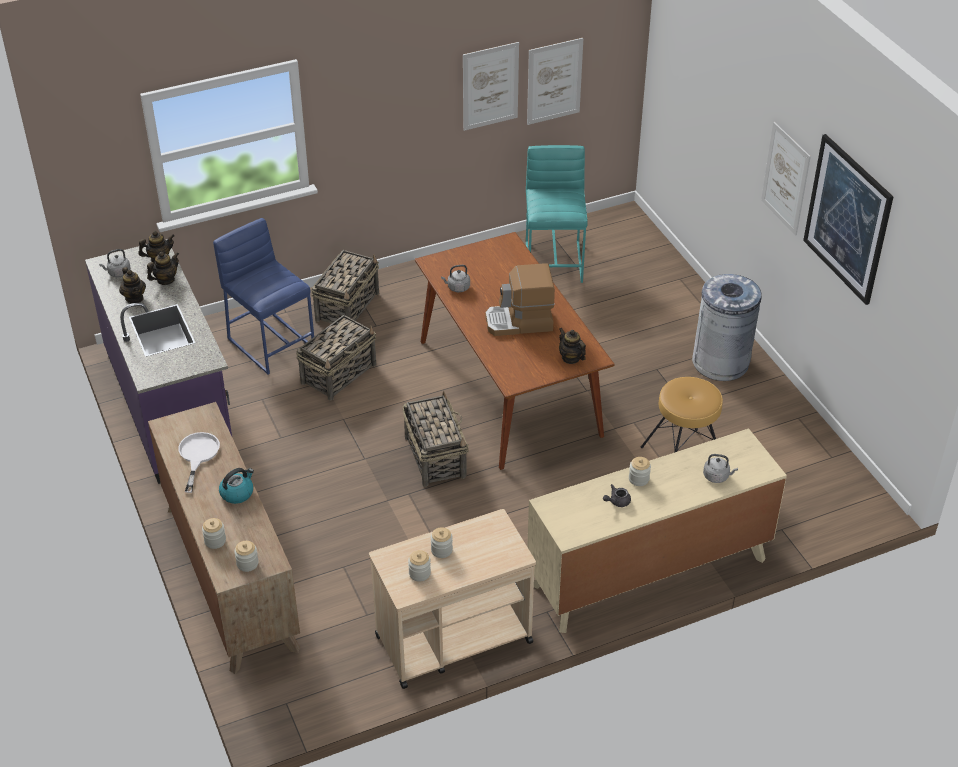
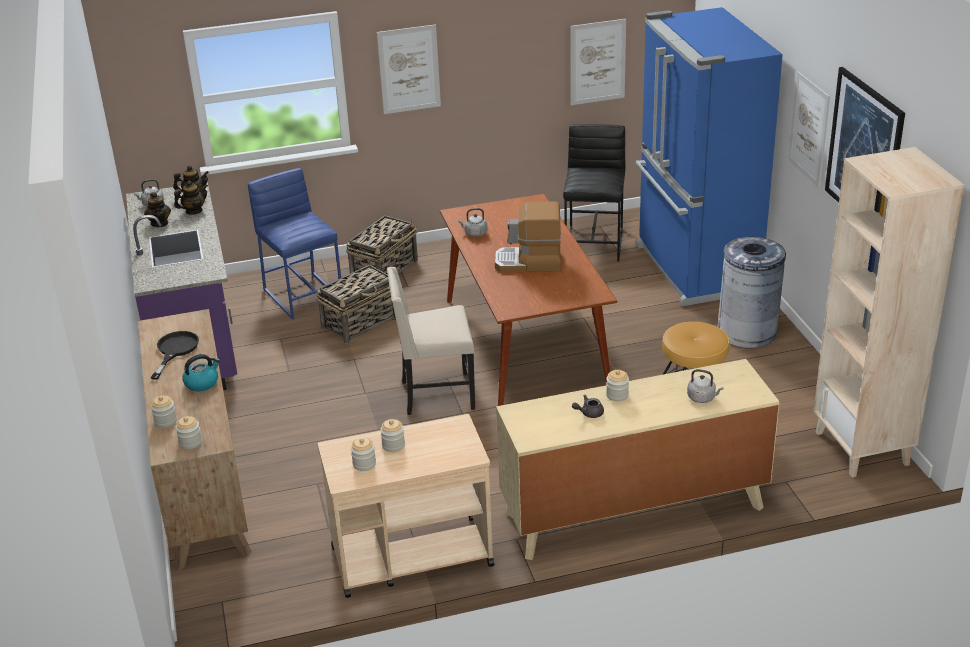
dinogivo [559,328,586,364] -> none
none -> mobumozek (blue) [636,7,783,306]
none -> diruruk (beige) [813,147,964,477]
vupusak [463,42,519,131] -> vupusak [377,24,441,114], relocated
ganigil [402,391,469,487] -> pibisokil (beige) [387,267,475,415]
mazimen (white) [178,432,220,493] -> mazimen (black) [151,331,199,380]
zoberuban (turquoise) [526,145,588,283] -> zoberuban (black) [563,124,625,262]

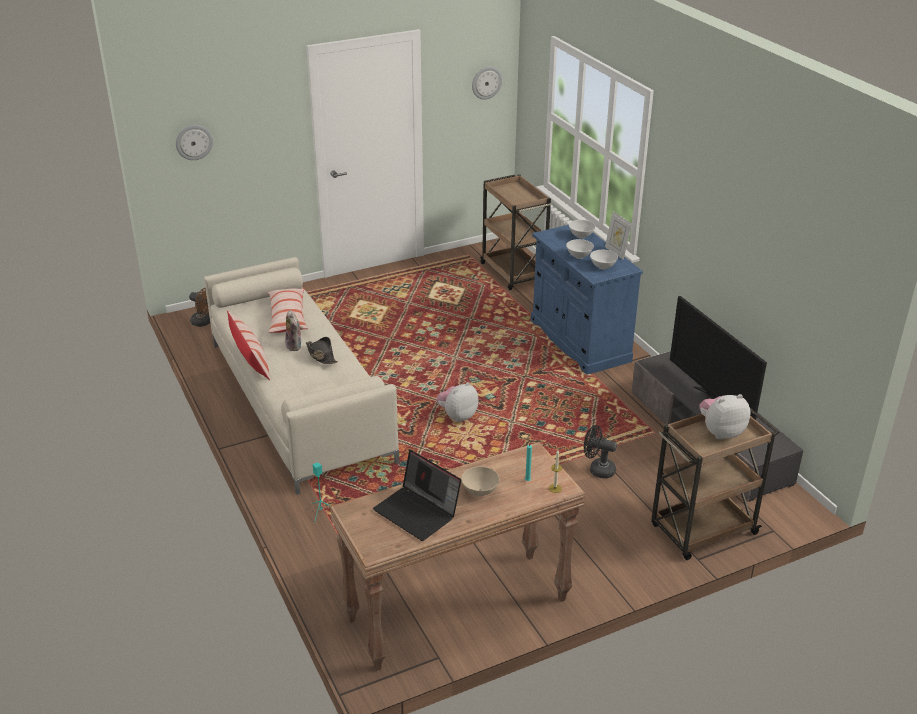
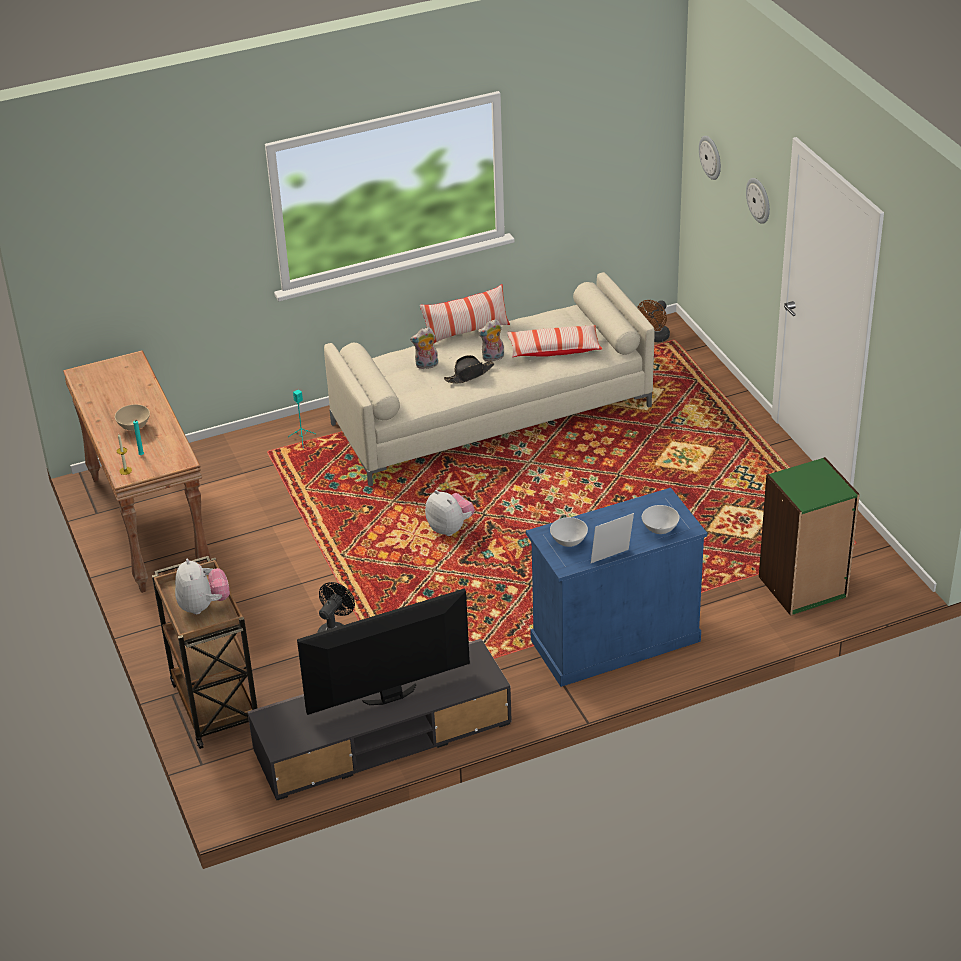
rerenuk [373,450,461,541] -> none
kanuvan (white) [566,239,594,259] -> none
none -> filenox [410,327,438,369]
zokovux [472,66,502,100] -> zokovux [746,178,770,224], relocated
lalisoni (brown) [480,174,551,290] -> diruruk (green) [759,457,860,616]

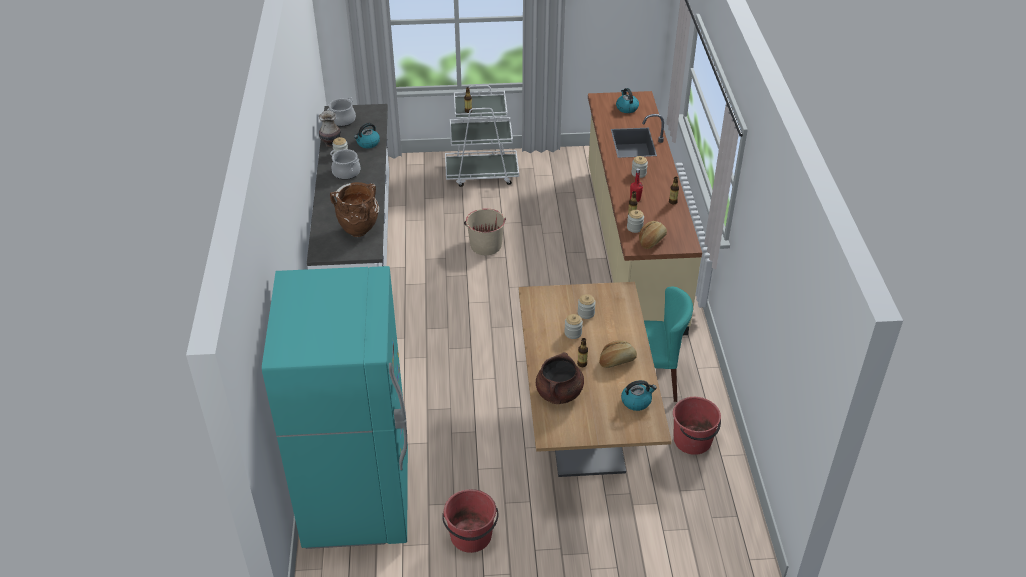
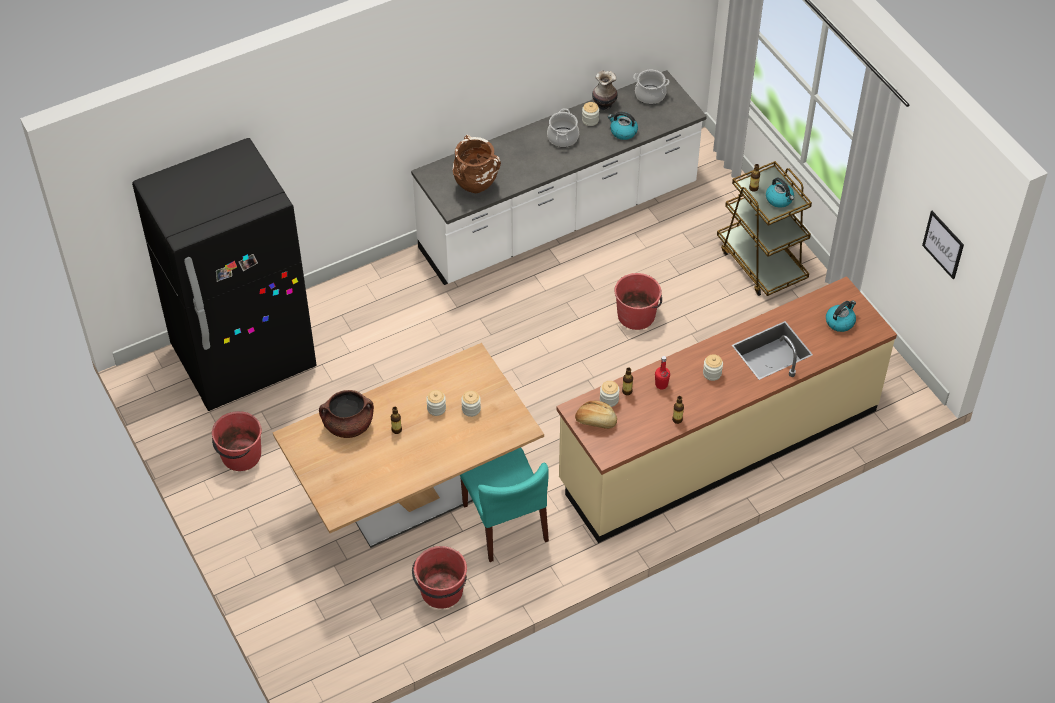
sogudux [599,340,637,368] -> none
none -> vupusak [922,211,964,279]
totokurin [621,380,657,411] -> totokurin [766,178,794,208], relocated
mobumozek (turquoise) [262,266,408,549] -> mobumozek (black) [132,138,317,411]
lalisoni (white) [445,85,519,187] -> lalisoni (brown) [717,161,812,296]
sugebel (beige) [464,208,506,255] -> sugebel (red) [614,273,662,330]

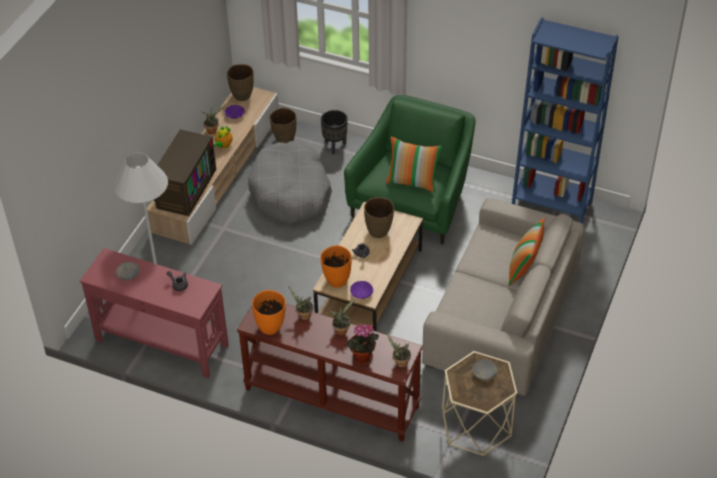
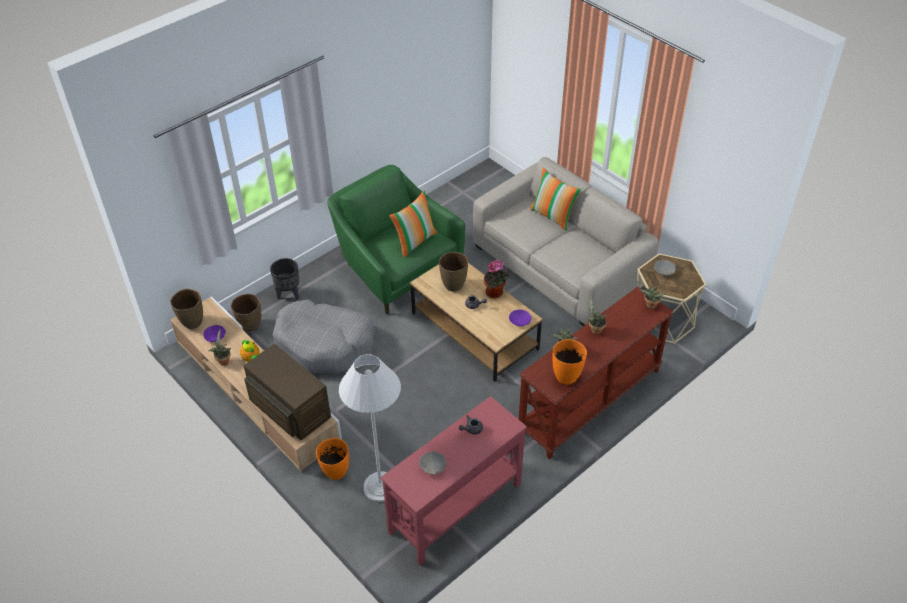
diruruk (blue) [512,17,619,224] -> none
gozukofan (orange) [320,245,352,288] -> gozukofan (orange) [316,438,349,480], relocated
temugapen [345,324,379,365] -> temugapen [484,259,509,298], relocated

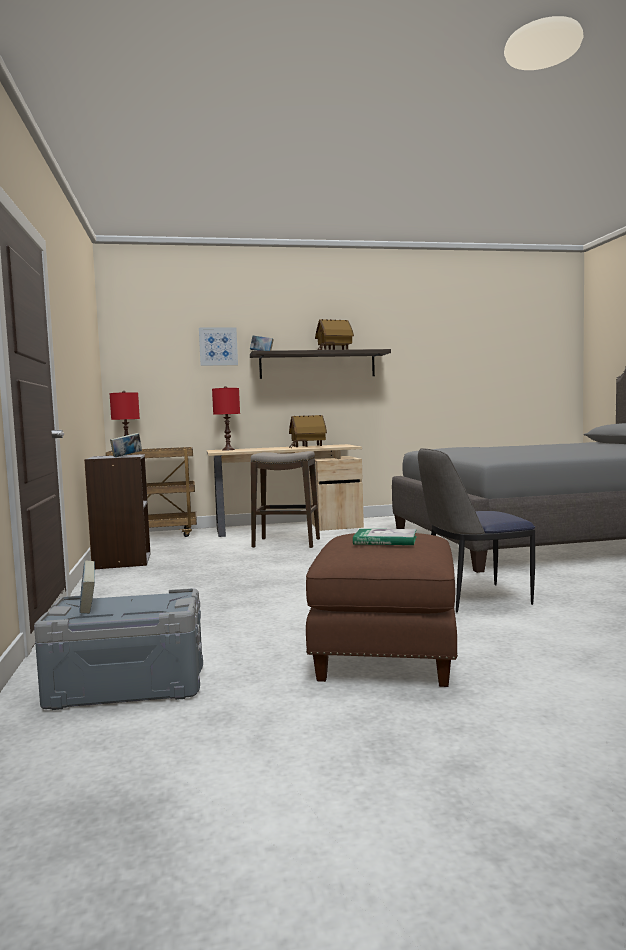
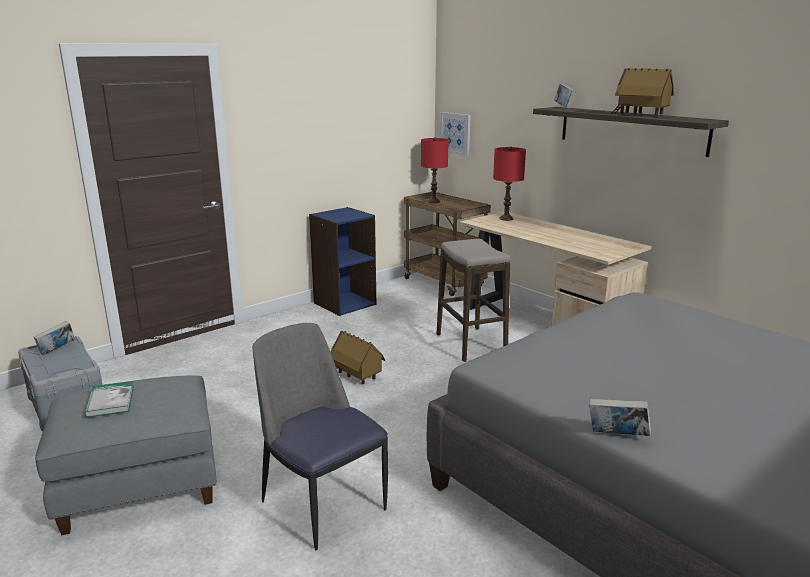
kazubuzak [110,433,142,457] -> kazubuzak [589,399,651,436], relocated
vupusak [199,327,238,366] -> vupusak [440,112,471,156], relocated
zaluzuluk [289,415,327,448] -> zaluzuluk [331,330,385,384], relocated
diruruk (grey) [84,454,151,569] -> diruruk (blue) [309,207,376,316]
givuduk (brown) [306,533,458,687] -> givuduk (grey) [35,376,217,535]

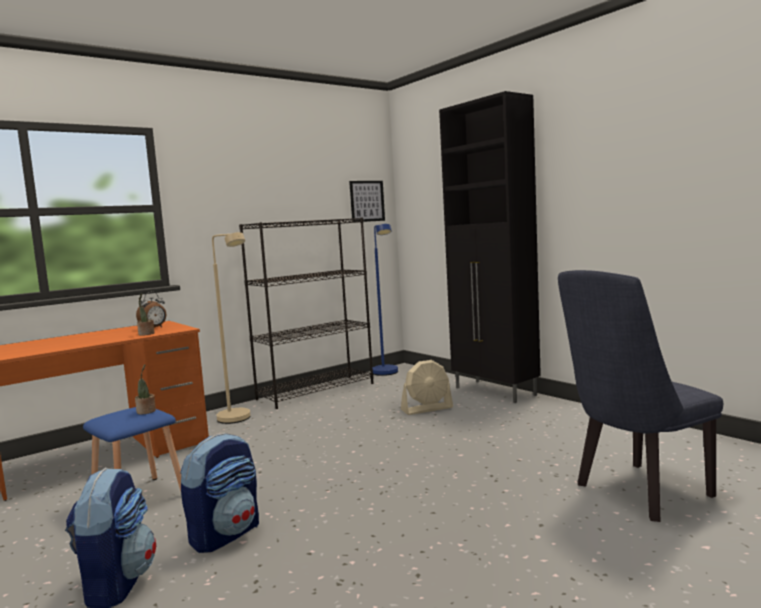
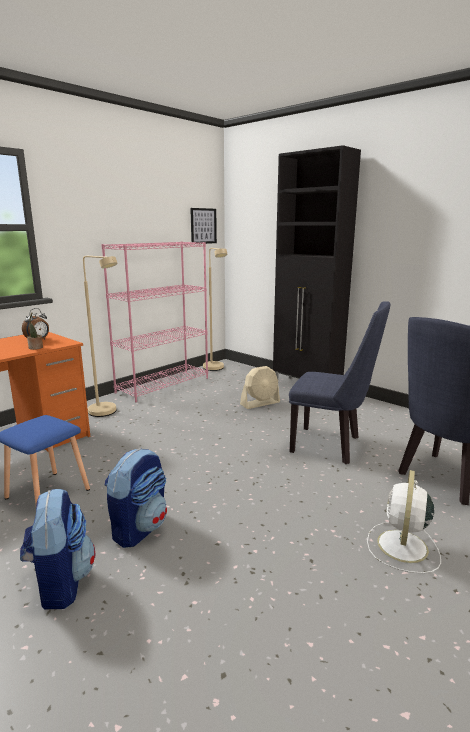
temugapen [135,364,156,414] -> none
none -> pibisokil (blue) [289,301,390,464]
none -> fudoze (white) [367,470,441,573]
diruruk (black) [239,217,374,409] -> diruruk (pink) [101,241,208,402]
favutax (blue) [373,224,398,376] -> favutax (beige) [203,248,227,371]

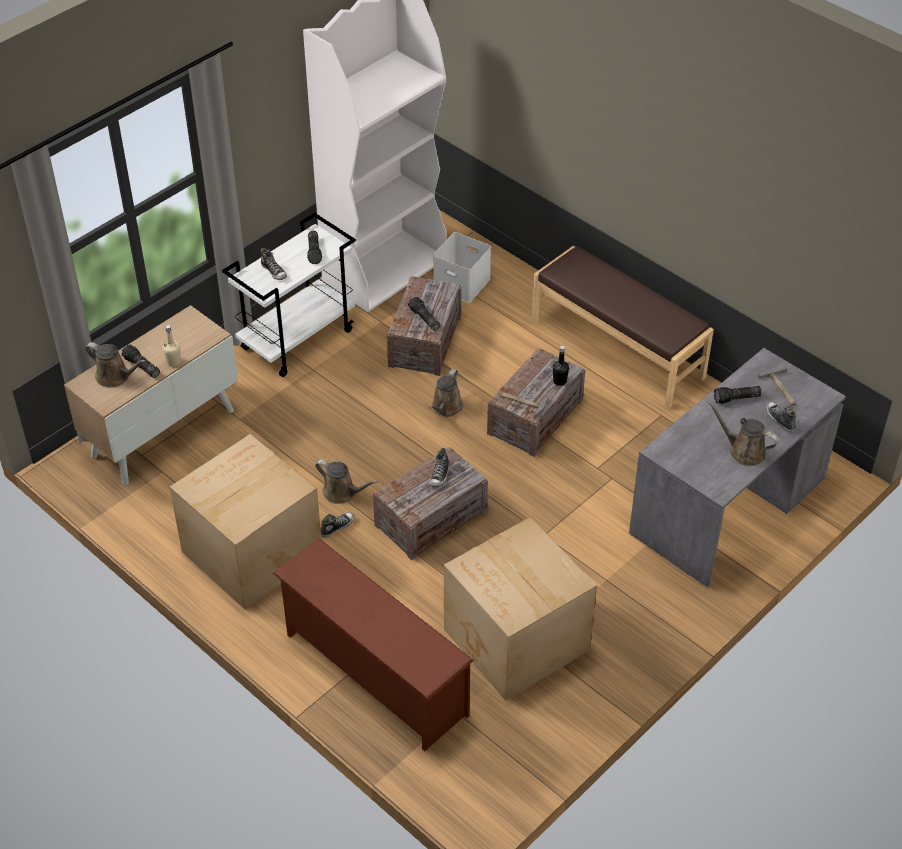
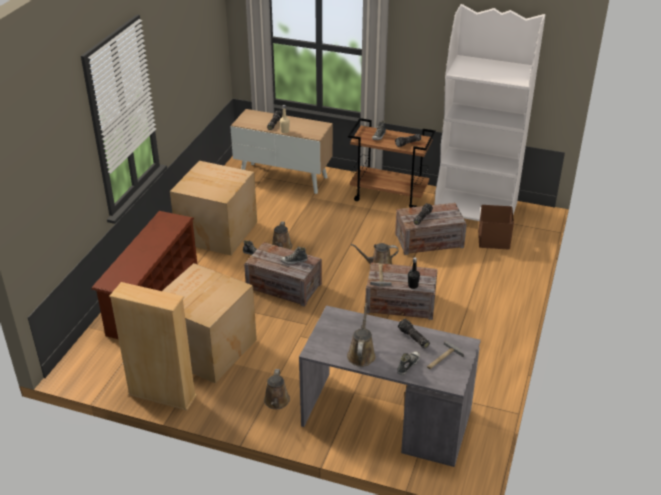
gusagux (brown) [531,246,714,409] -> none
none -> diruruk (beige) [109,282,197,410]
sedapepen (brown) [85,342,146,388] -> sedapepen (brown) [264,369,290,409], relocated
lalisoni (white) [222,213,356,377] -> lalisoni (brown) [348,118,436,208]
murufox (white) [433,232,491,303] -> murufox (brown) [478,205,514,249]

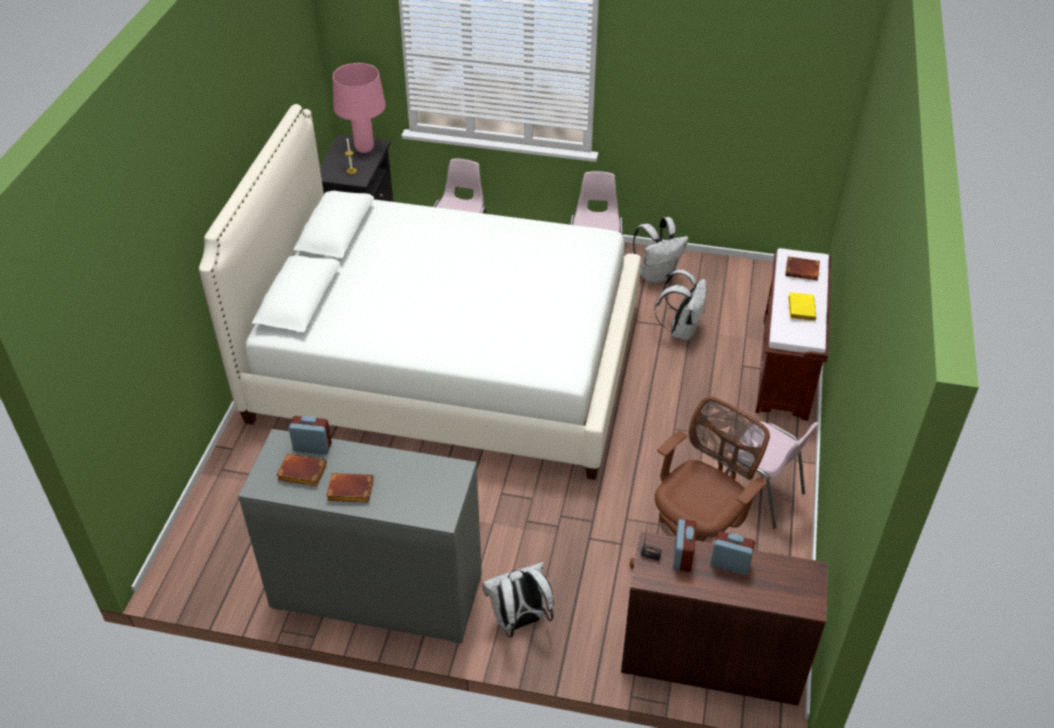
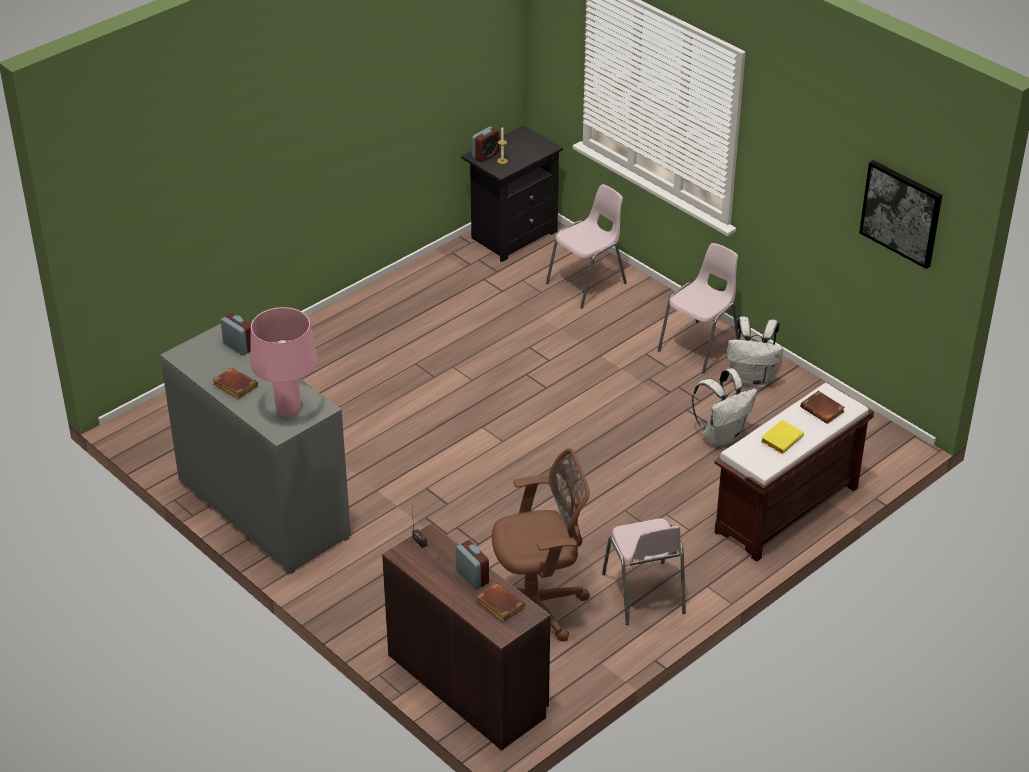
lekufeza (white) [199,104,641,480] -> none
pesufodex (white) [482,562,554,637] -> none
none -> vupusak [859,160,942,269]
kazubuzak (brown) [276,454,327,486] -> kazubuzak (brown) [476,583,526,622], relocated
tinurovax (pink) [333,63,386,153] -> tinurovax (pink) [250,307,318,417], relocated
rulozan [673,519,696,572] -> rulozan [472,127,499,162], relocated

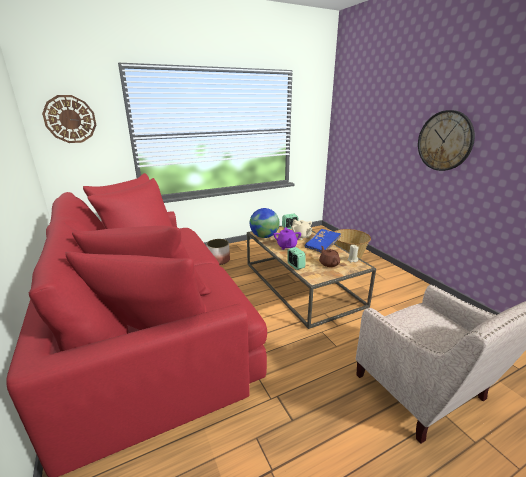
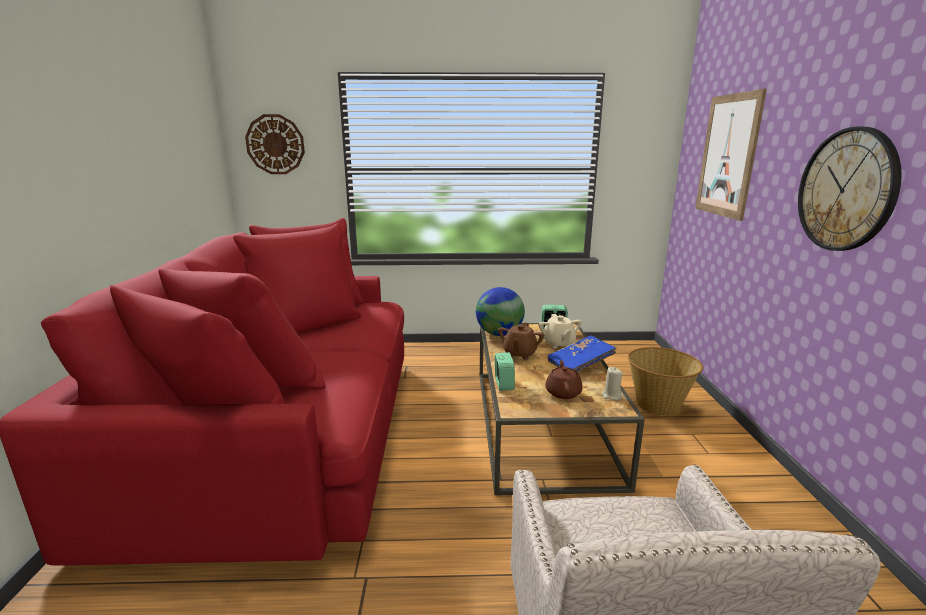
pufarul [206,239,230,265] -> none
none -> vupusak [695,89,767,221]
dinogivo (purple) [273,228,301,250] -> dinogivo (brown) [498,323,544,360]

